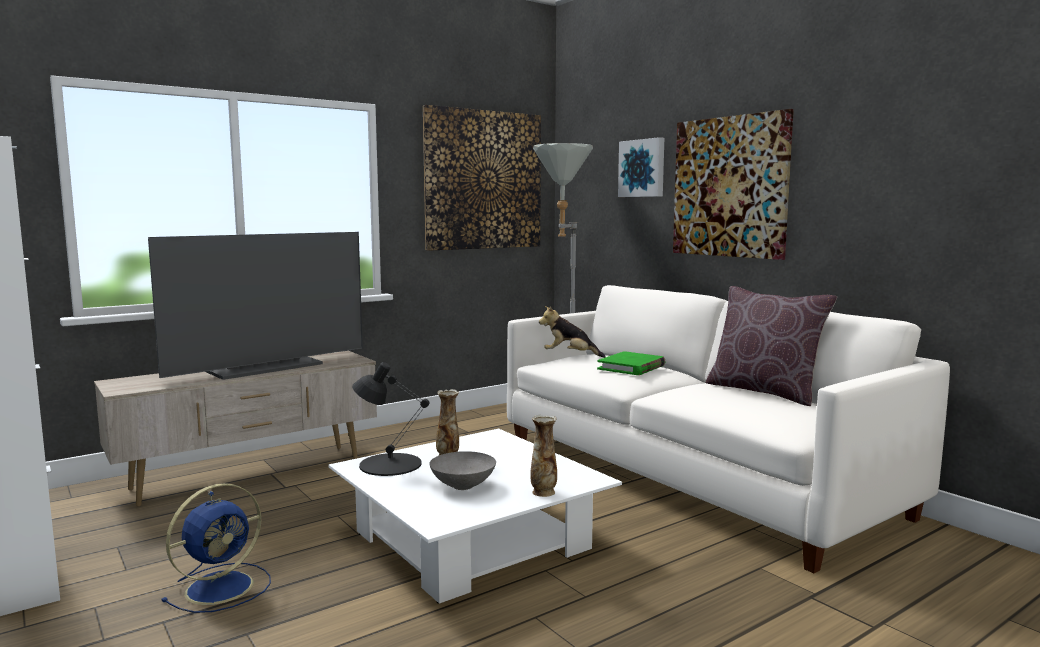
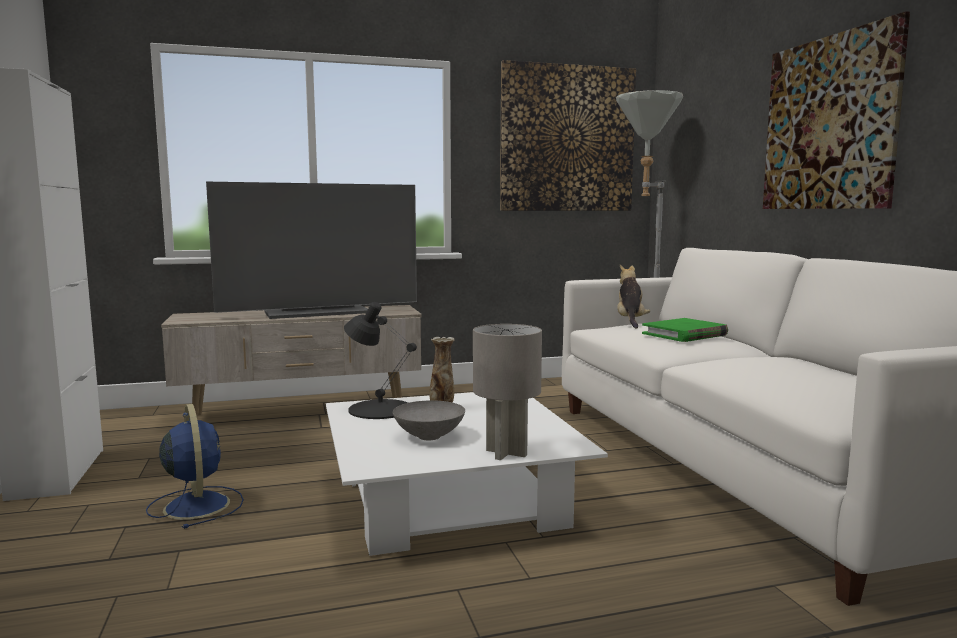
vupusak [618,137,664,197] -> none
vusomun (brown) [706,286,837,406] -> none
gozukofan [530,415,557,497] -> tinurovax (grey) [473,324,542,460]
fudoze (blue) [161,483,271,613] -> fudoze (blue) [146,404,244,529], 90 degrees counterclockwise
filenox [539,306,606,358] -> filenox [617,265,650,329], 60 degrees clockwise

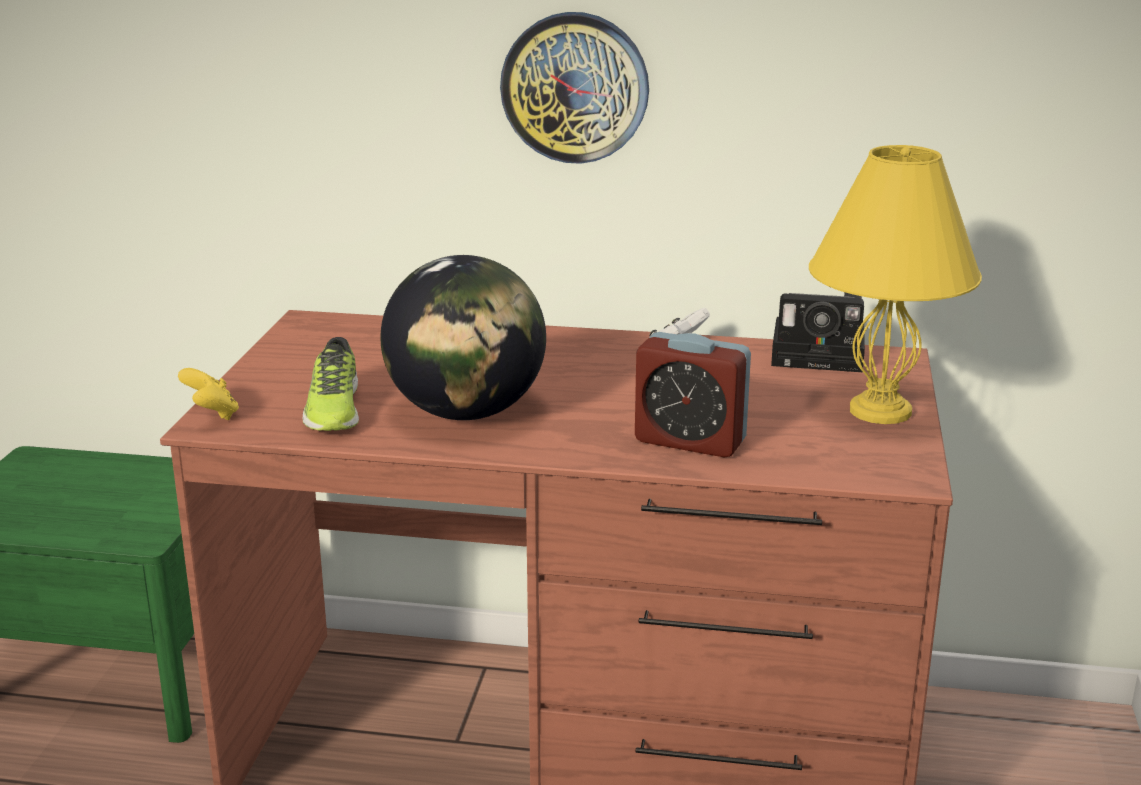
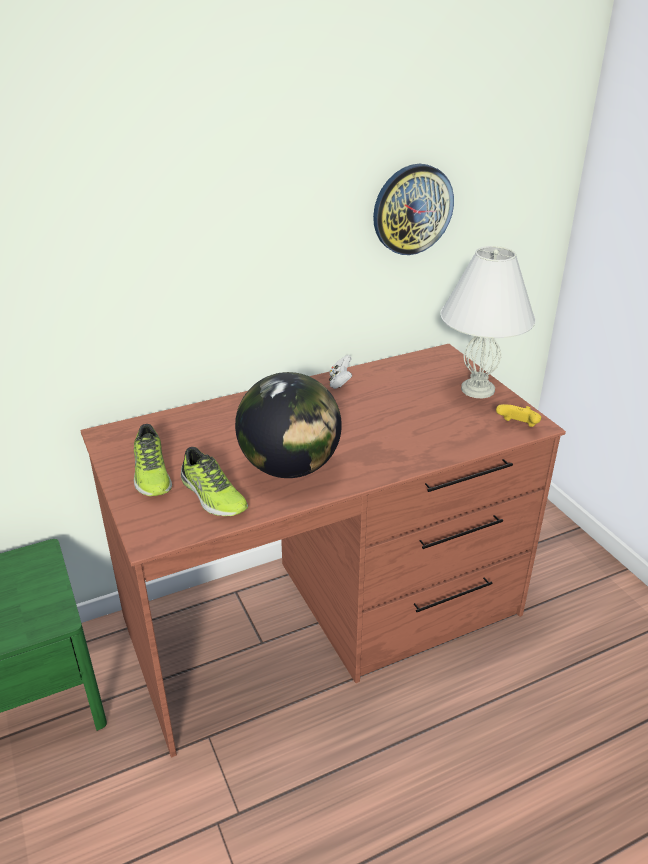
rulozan [635,332,751,457] -> none
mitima [771,293,865,372] -> none
none -> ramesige [134,424,172,496]
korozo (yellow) [178,368,239,420] -> korozo (yellow) [496,404,541,427], relocated
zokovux [500,12,649,164] -> zokovux [373,164,454,255], relocated
tinurovax (yellow) [809,145,982,424] -> tinurovax (white) [440,246,536,398]

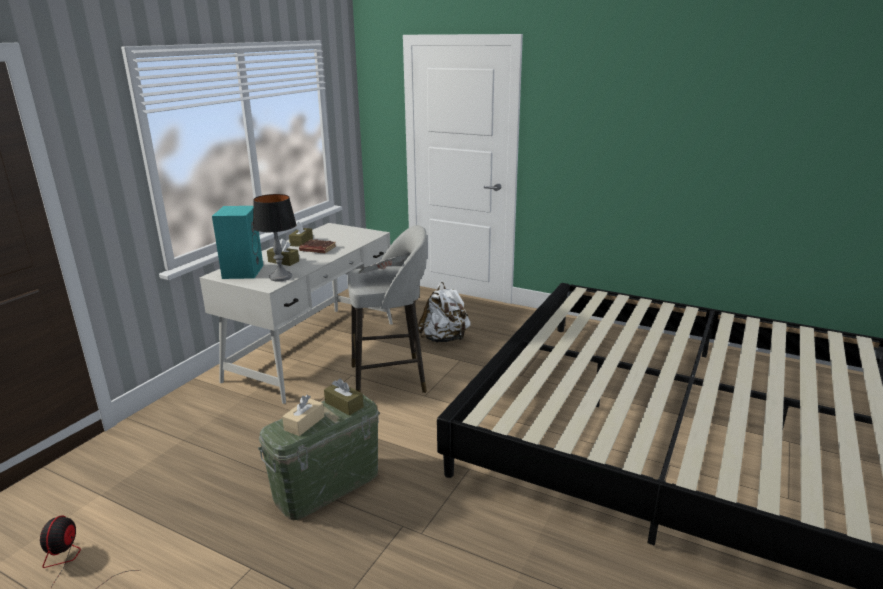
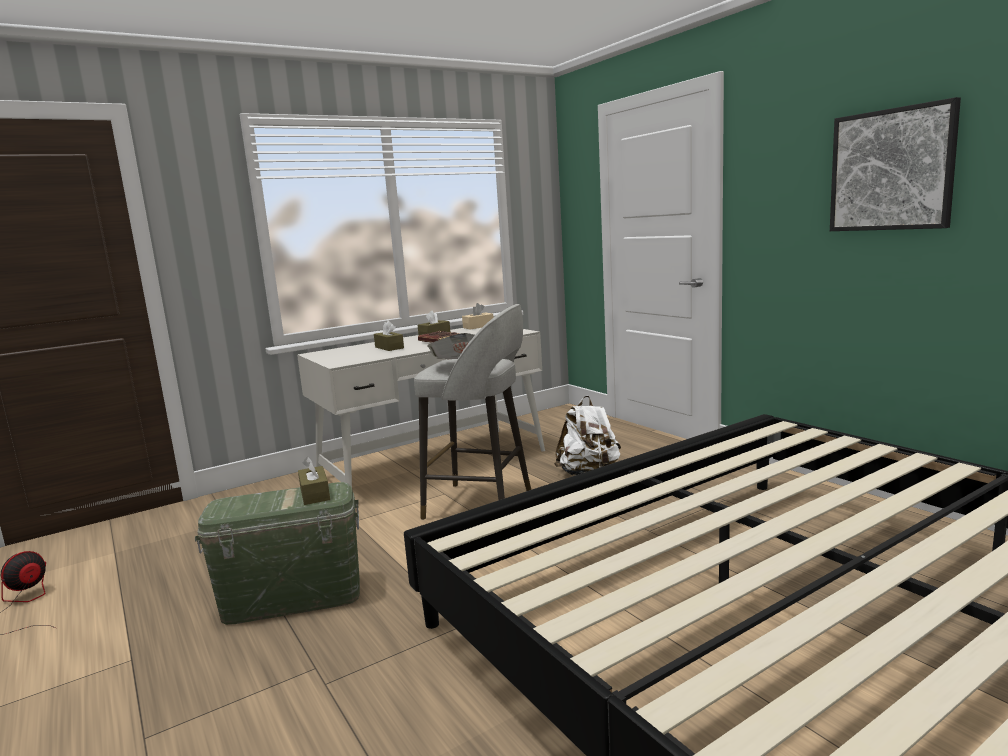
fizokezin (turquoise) [212,206,263,279] -> none
tinurovax [253,194,297,282] -> none
none -> vupusak [830,97,961,231]
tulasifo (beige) [282,395,324,436] -> tulasifo (beige) [462,303,494,329], relocated

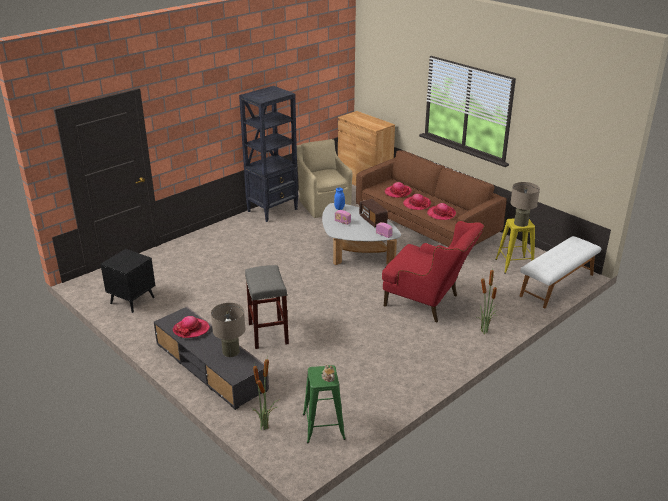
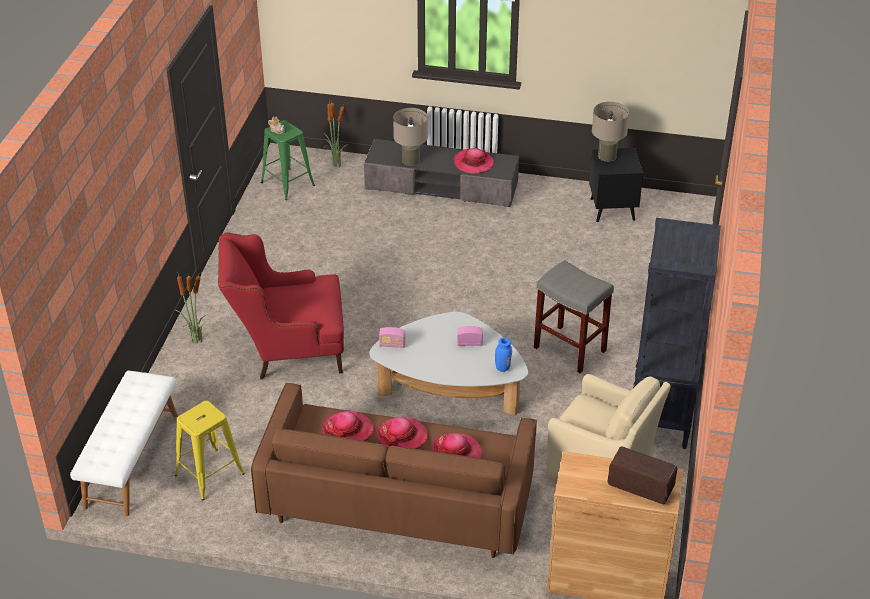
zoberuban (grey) [245,265,289,349] -> zoberuban (grey) [534,260,614,373], relocated
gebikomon [359,199,388,227] -> gebikomon [607,446,678,504], relocated
tinurovax (beige) [510,182,540,227] -> tinurovax (beige) [592,102,629,162], relocated

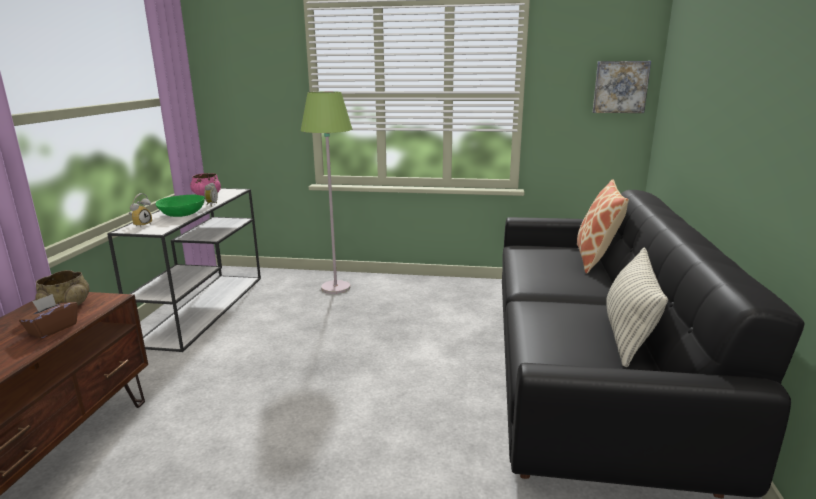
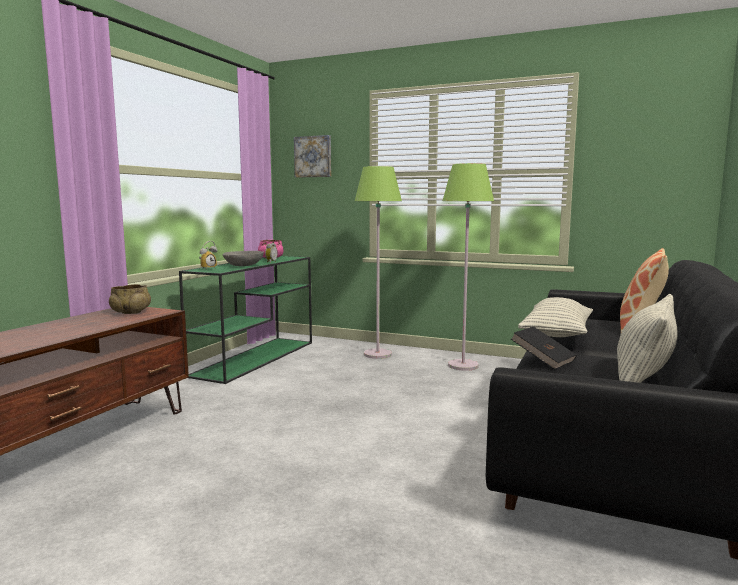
tulasifo (brown) [19,294,78,339] -> none
none -> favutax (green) [443,163,494,371]
none -> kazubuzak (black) [511,327,577,370]
none -> vusomun [518,297,593,337]
vupusak [593,61,651,113] -> vupusak [294,135,331,178], relocated
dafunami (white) [107,188,261,352] -> dafunami (green) [179,256,312,384]
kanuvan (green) [156,195,205,217] -> kanuvan (grey) [223,251,264,266]

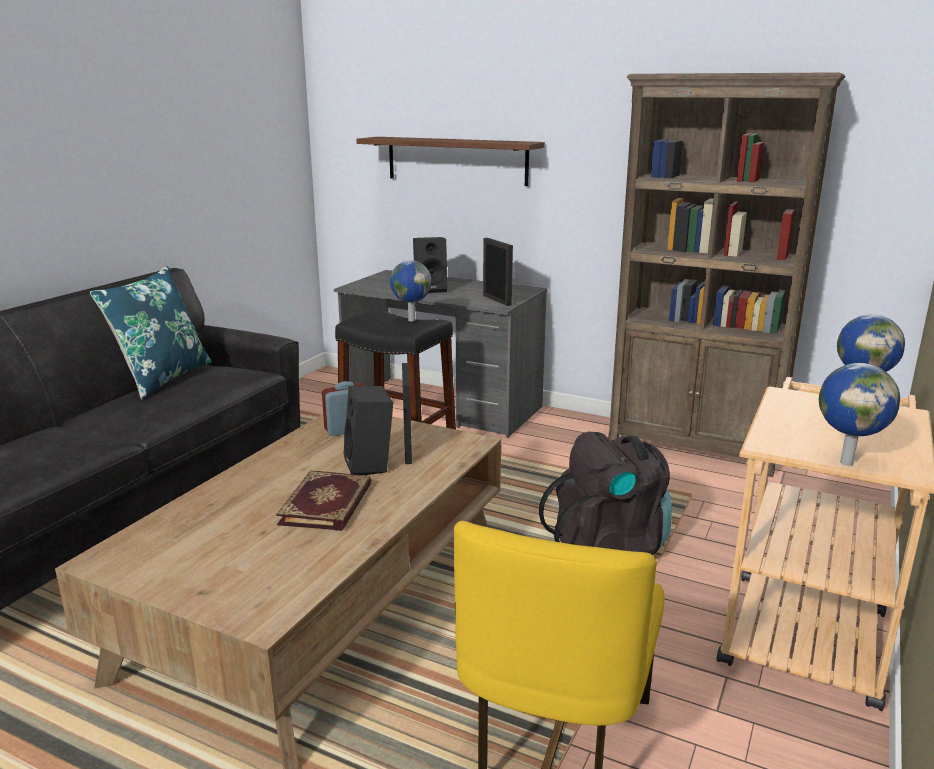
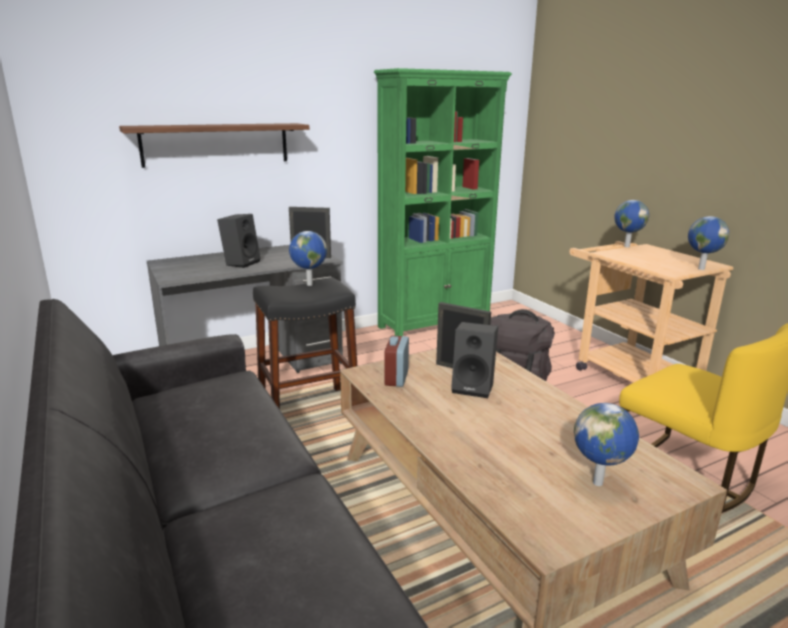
vusomun (blue) [90,266,212,400] -> none
kazubuzak [276,470,372,531] -> none
none -> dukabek [574,403,639,486]
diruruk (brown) [608,72,845,477] -> diruruk (green) [374,68,512,336]

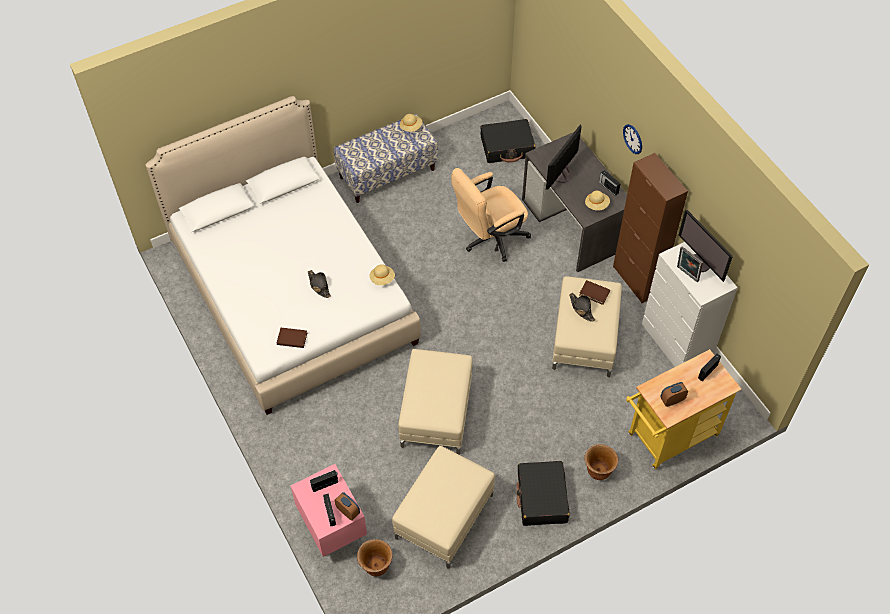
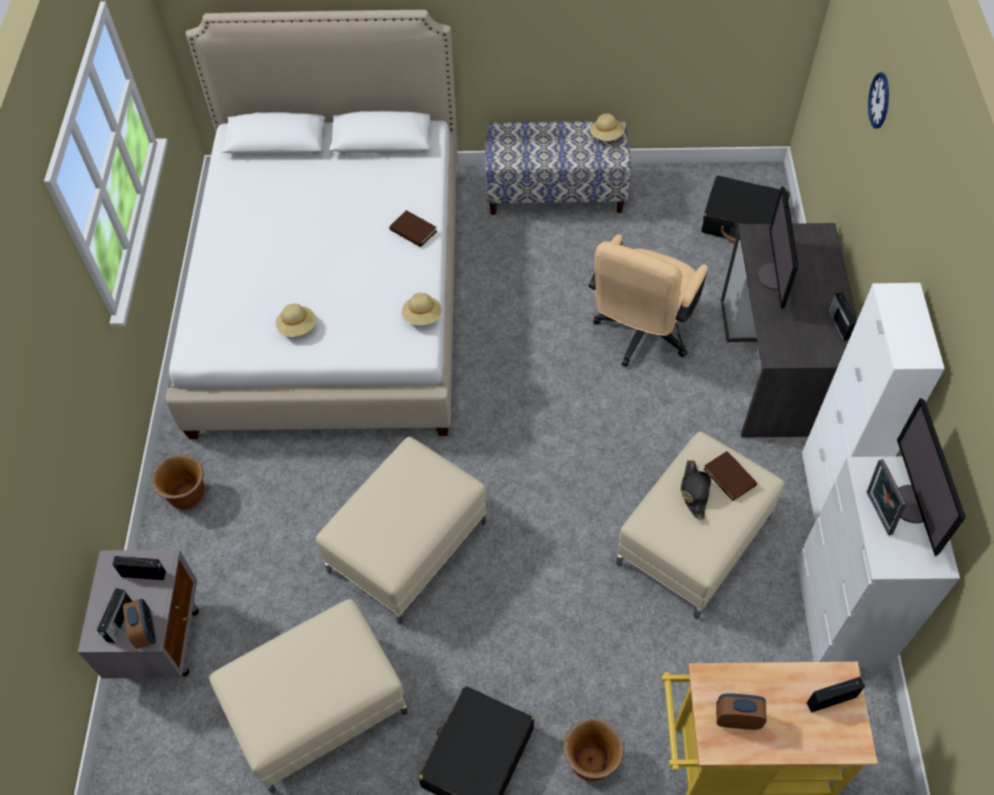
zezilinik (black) [308,270,331,298] -> none
kazubuzak (brown) [277,327,307,348] -> kazubuzak (brown) [389,210,437,247], relocated
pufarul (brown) [357,539,393,576] -> pufarul (brown) [151,454,204,509], relocated
zezilinik (beige) [585,191,610,211] -> zezilinik (beige) [276,303,316,337], relocated
zokovux [623,124,642,154] -> zokovux [868,72,889,128], relocated
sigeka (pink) [290,464,367,557] -> sigeka (grey) [78,550,199,678]
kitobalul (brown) [613,153,688,303] -> kitobalul (white) [802,283,945,522]
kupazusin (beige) [451,168,531,262] -> kupazusin (beige) [588,234,708,367], 60 degrees counterclockwise
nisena [546,125,582,190] -> nisena [758,186,798,309], 60 degrees counterclockwise

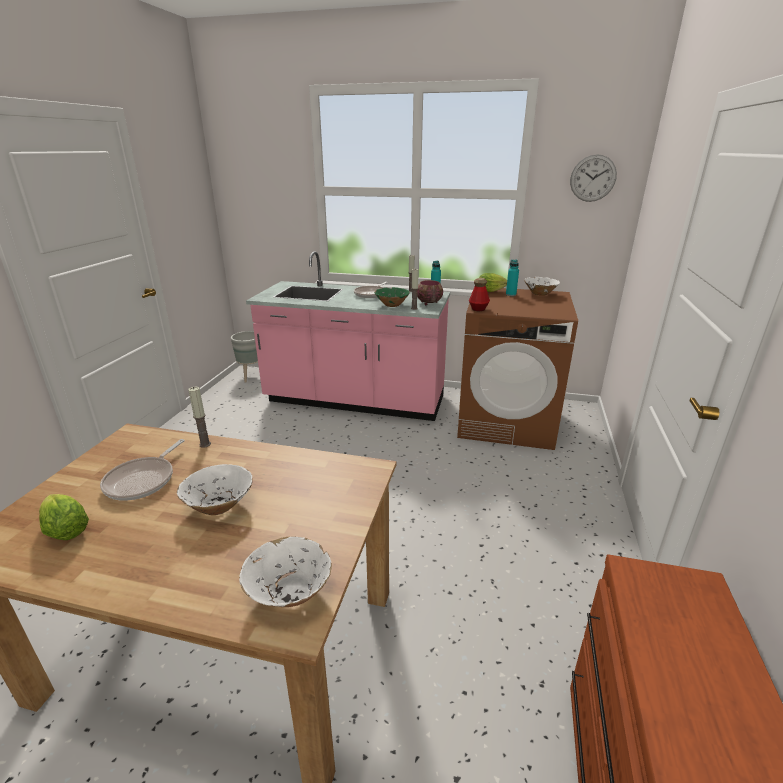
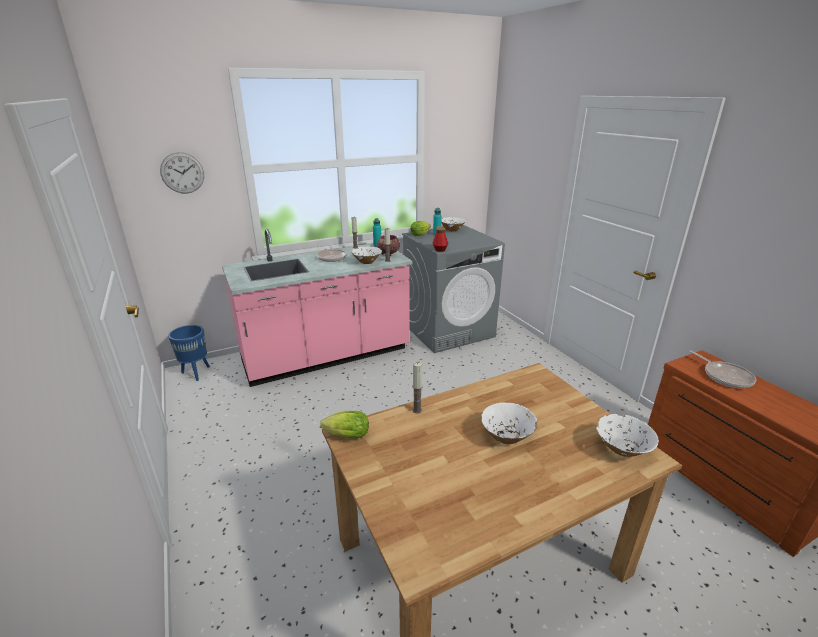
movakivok [39,494,89,540] -> movakivok [320,411,369,439], relocated
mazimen [100,439,185,501] -> mazimen [689,351,756,388], relocated
zokovux [570,154,617,202] -> zokovux [160,152,204,194], relocated
pufarul (grey) [231,331,258,382] -> pufarul (blue) [168,325,210,381]
kanuvan (green) [374,287,410,307] -> kanuvan (white) [351,246,382,264]
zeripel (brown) [457,288,578,450] -> zeripel (grey) [402,225,505,353]

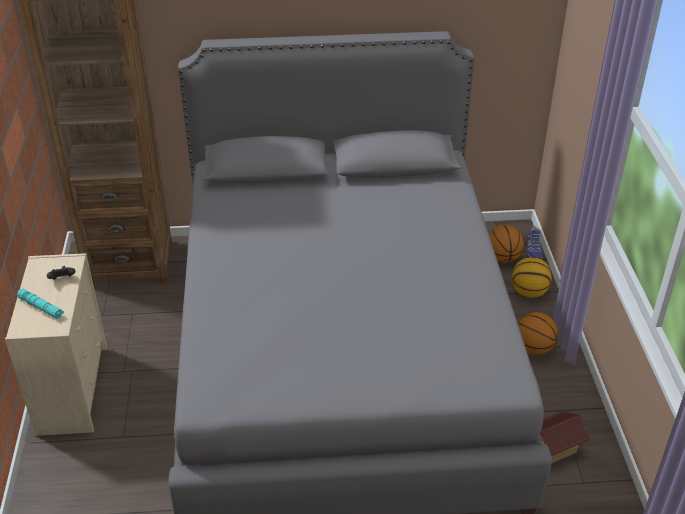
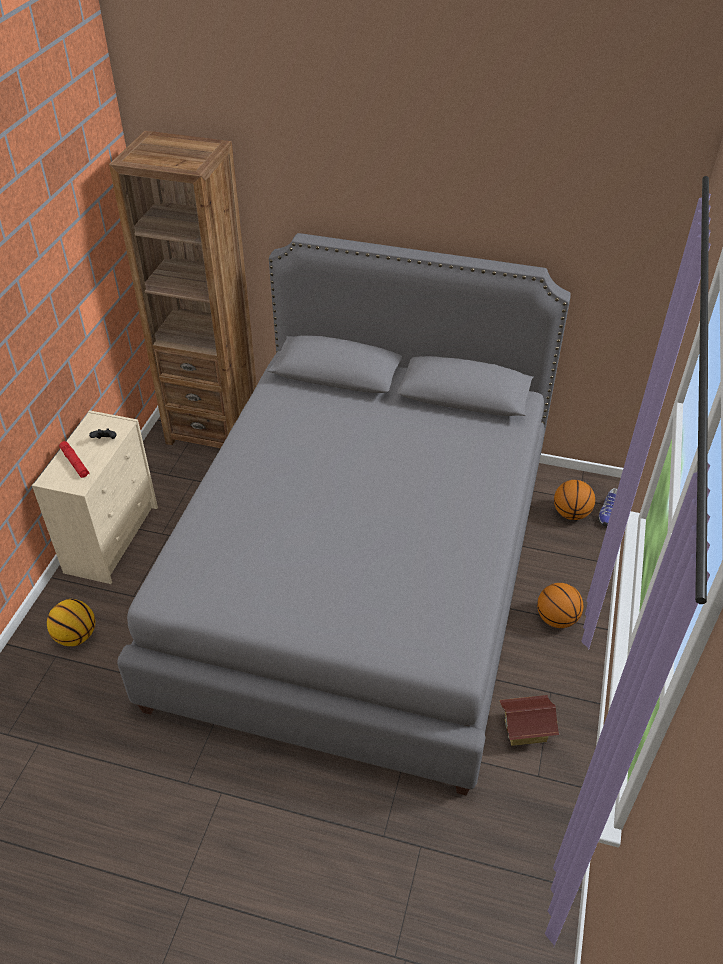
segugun [512,257,552,298] -> segugun [47,599,95,646], relocated
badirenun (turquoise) [17,289,64,319] -> badirenun (red) [59,441,90,477]

